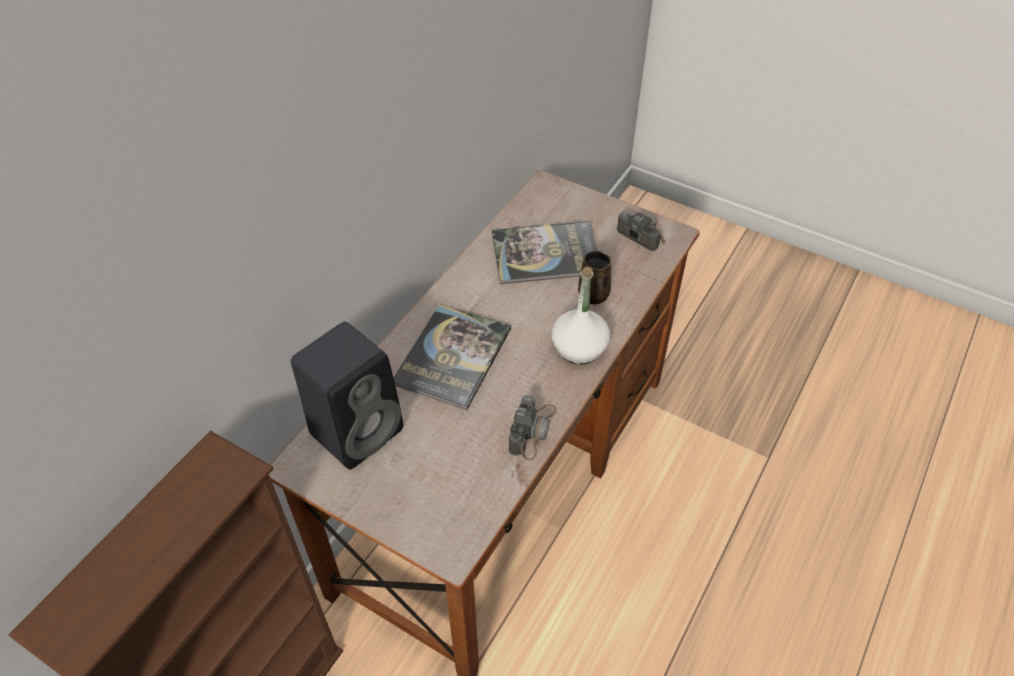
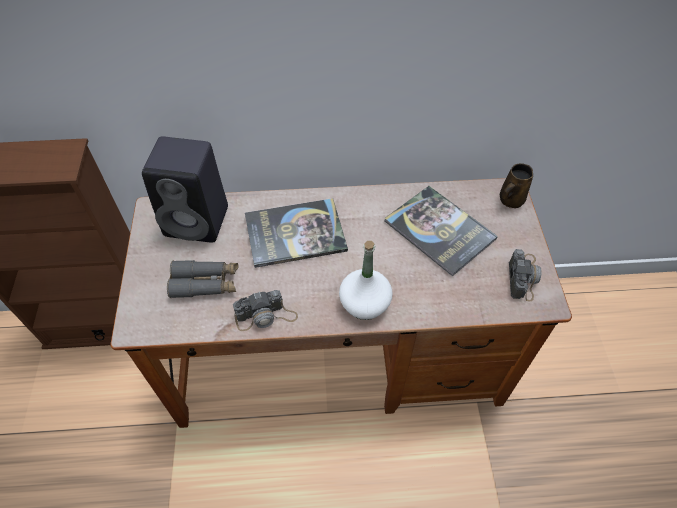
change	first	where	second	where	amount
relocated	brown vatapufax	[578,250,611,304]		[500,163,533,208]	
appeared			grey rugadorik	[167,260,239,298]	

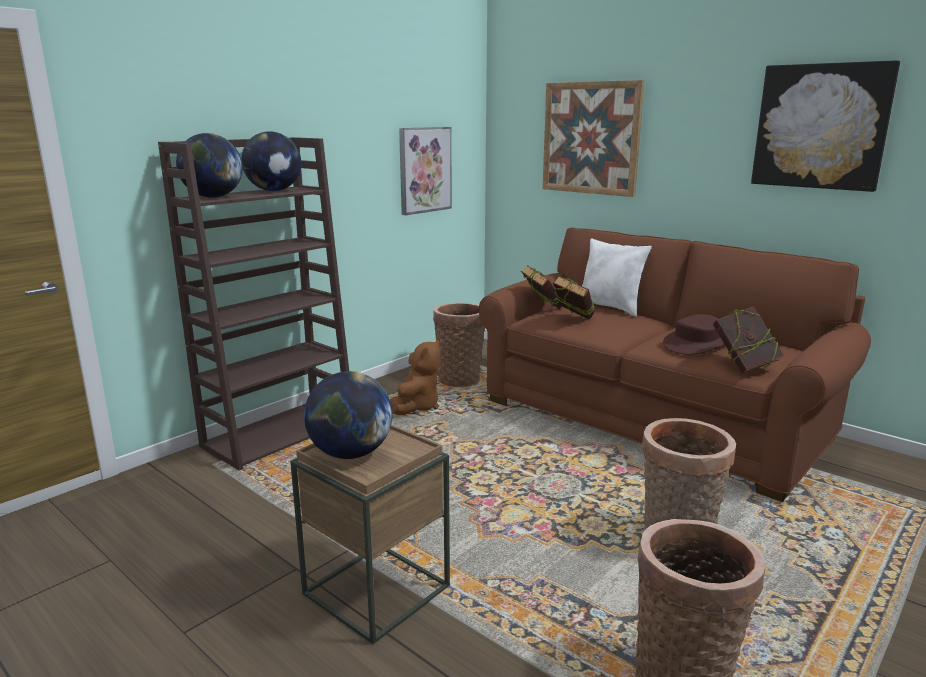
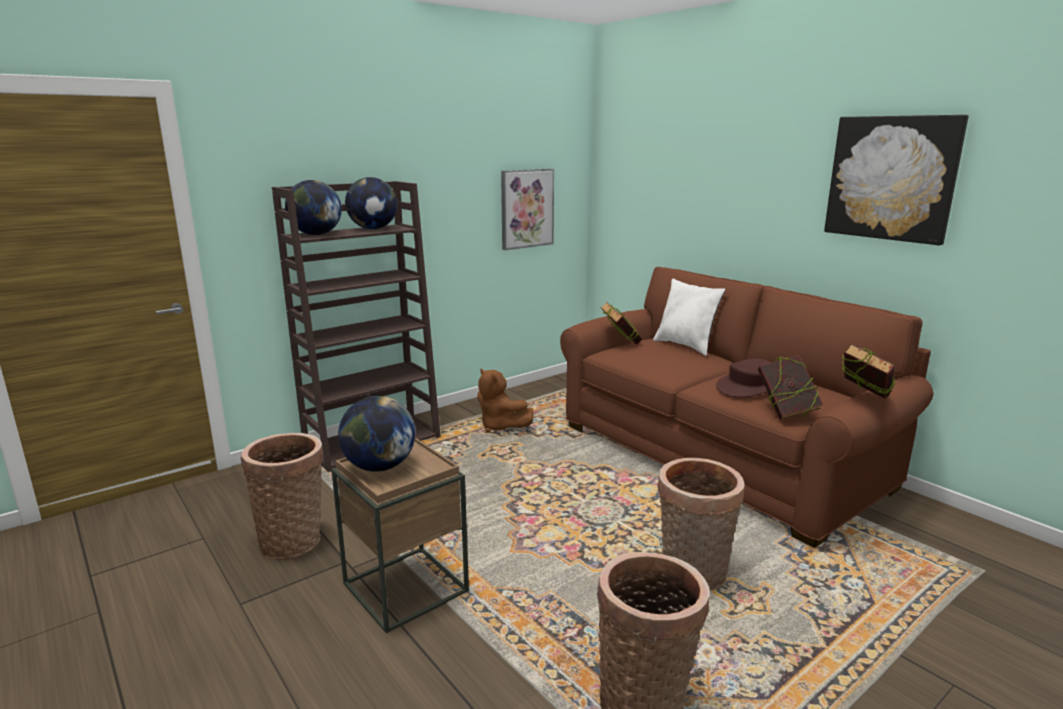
change	first	where	second	where	amount
missing	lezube	[543,80,644,197]			
relocated	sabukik	[553,275,594,320]		[842,343,895,399]	
relocated	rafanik	[433,303,485,387]		[241,433,324,560]	
spun	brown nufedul	[390,339,441,415]		[477,368,533,433]	105 degrees clockwise

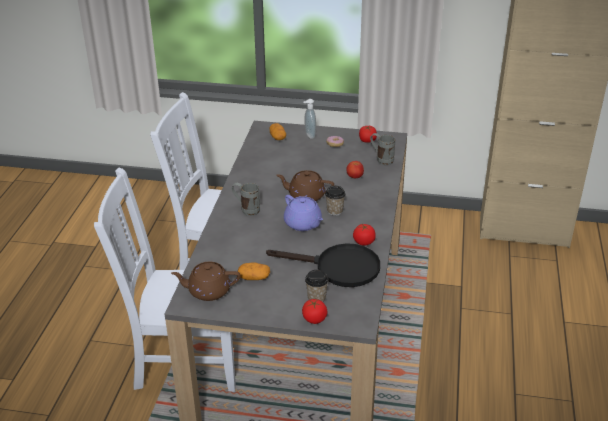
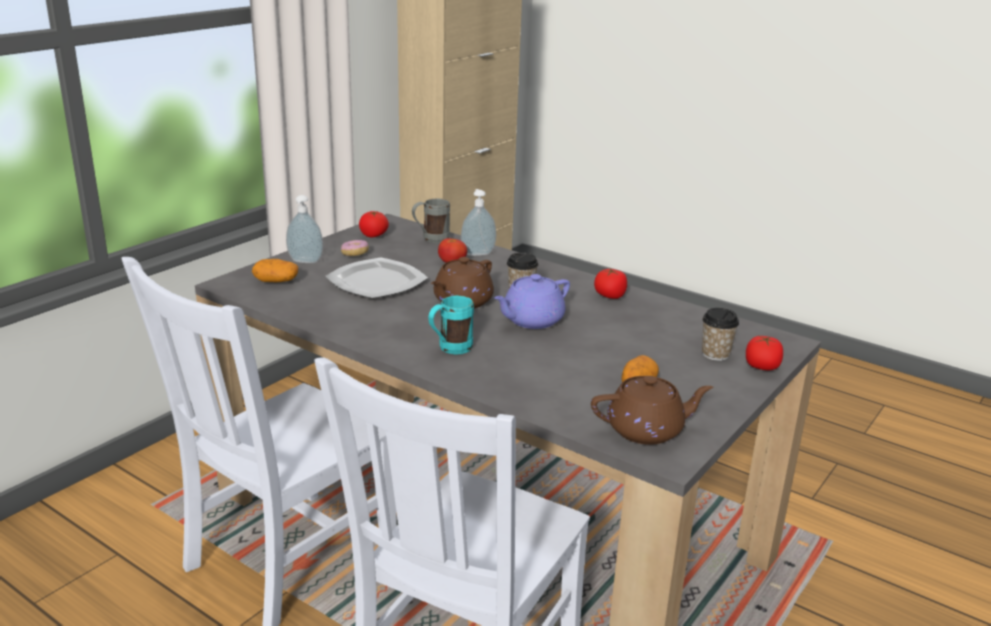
change	first	where	second	where	amount
colour	grey vatapufax	[231,183,260,216]	turquoise vatapufax	[428,296,474,354]	
spun	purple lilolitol	[284,195,323,231]		[494,274,570,329]	150 degrees clockwise
missing	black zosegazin	[266,243,380,287]			
spun	brown lilolitol	[171,262,241,301]		[591,376,713,445]	120 degrees counterclockwise
appeared			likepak	[461,189,496,256]	
appeared			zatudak	[326,257,428,299]	

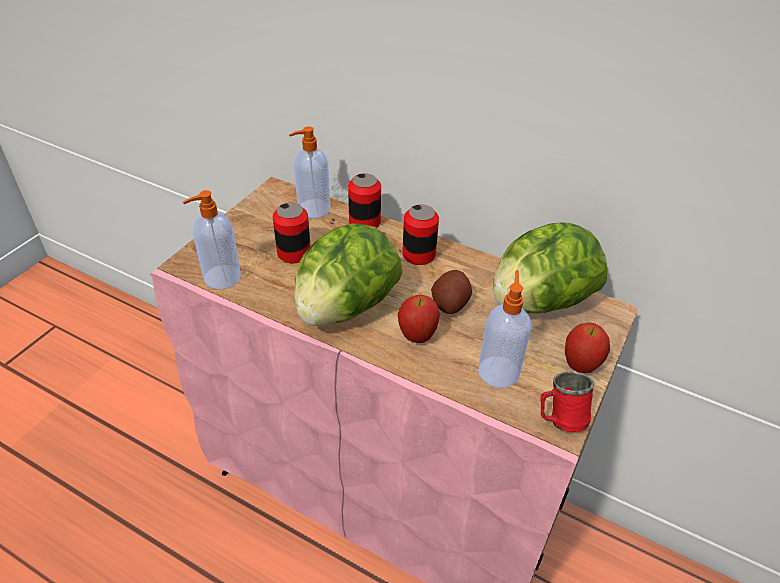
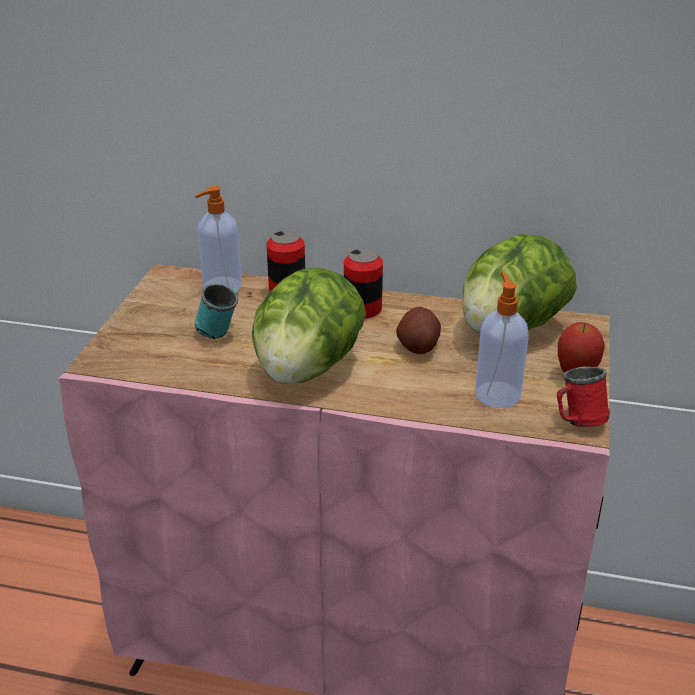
change	first	where	second	where	amount
missing	likepak	[183,190,241,289]			
exchanged	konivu	[273,203,311,264]	turquoise vatapufax	[195,284,238,339]	
missing	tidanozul	[398,295,440,343]			

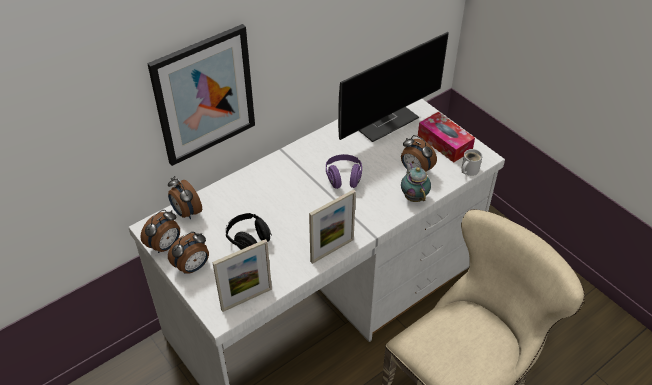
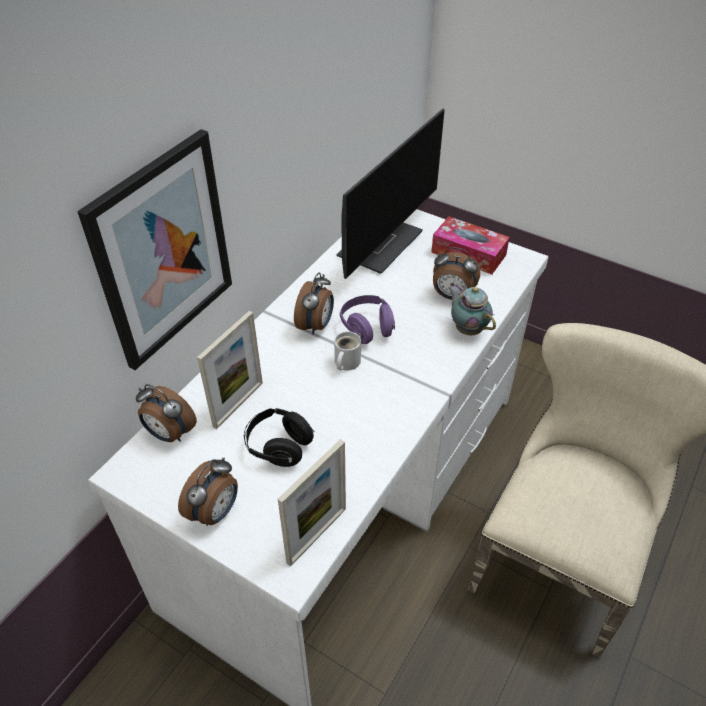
change	first	where	second	where	amount
relocated	white vatapufax	[461,149,482,176]		[334,331,361,371]	
relocated	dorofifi	[309,189,356,264]		[197,311,263,429]	
relocated	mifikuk	[140,210,180,253]		[294,273,334,335]	

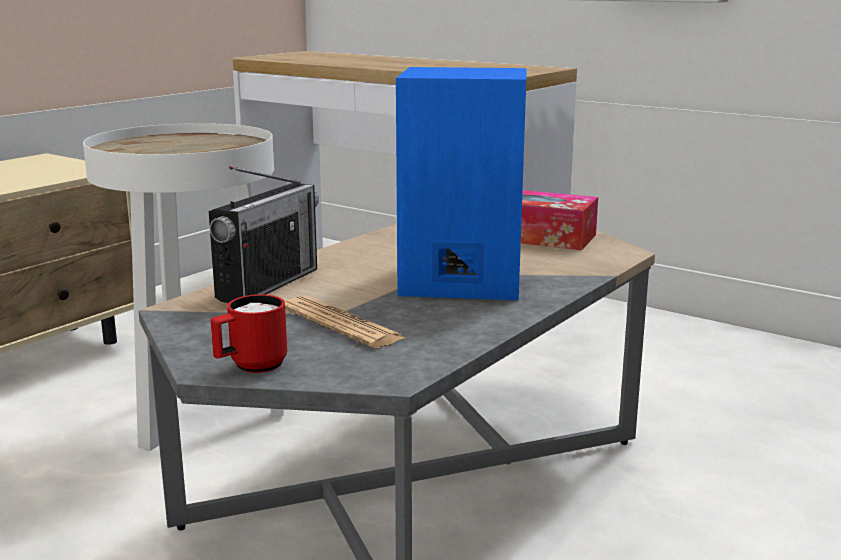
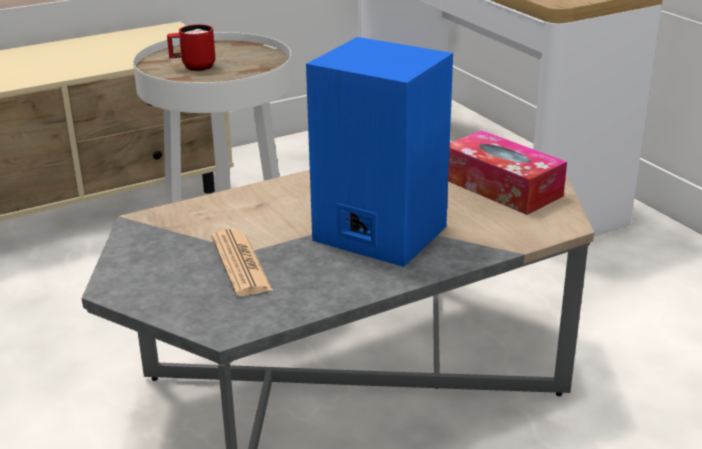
change	first	where	second	where	amount
missing	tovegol	[209,166,319,303]			
relocated	red vatapufax	[211,295,287,373]		[167,24,215,71]	

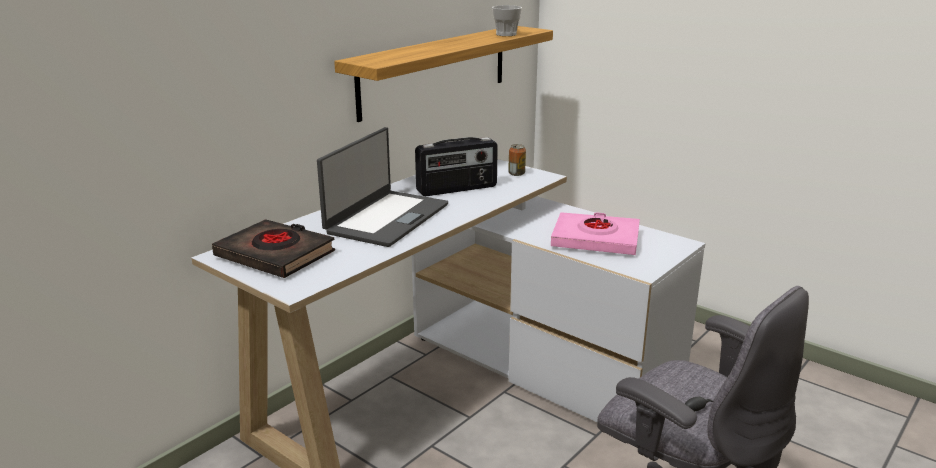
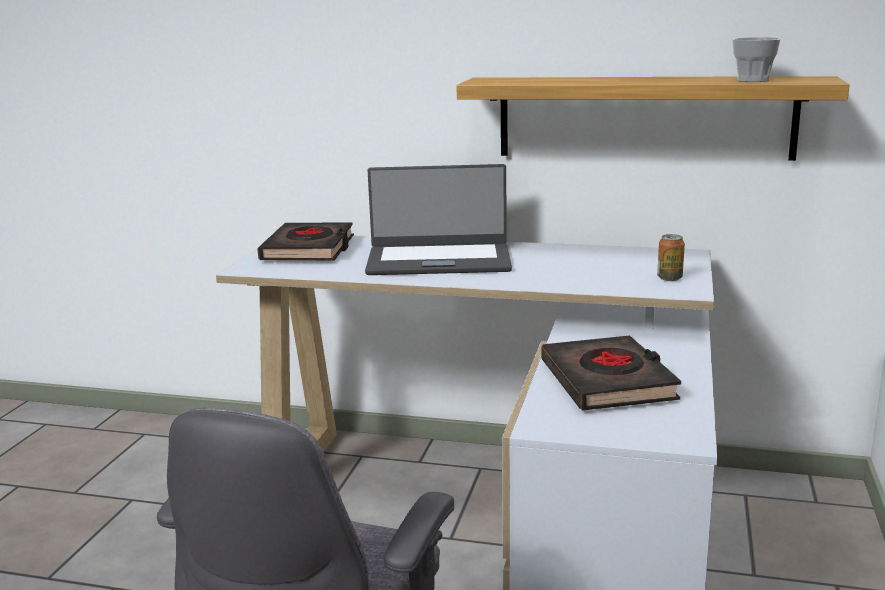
change	first	where	second	where	amount
missing	tovegol	[415,137,498,196]			
colour	pink sabukik	[551,212,640,255]	black sabukik	[541,335,681,411]	

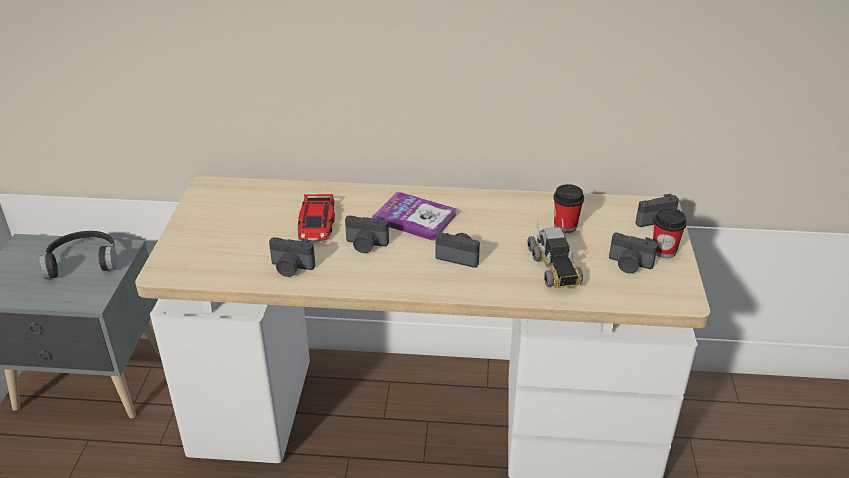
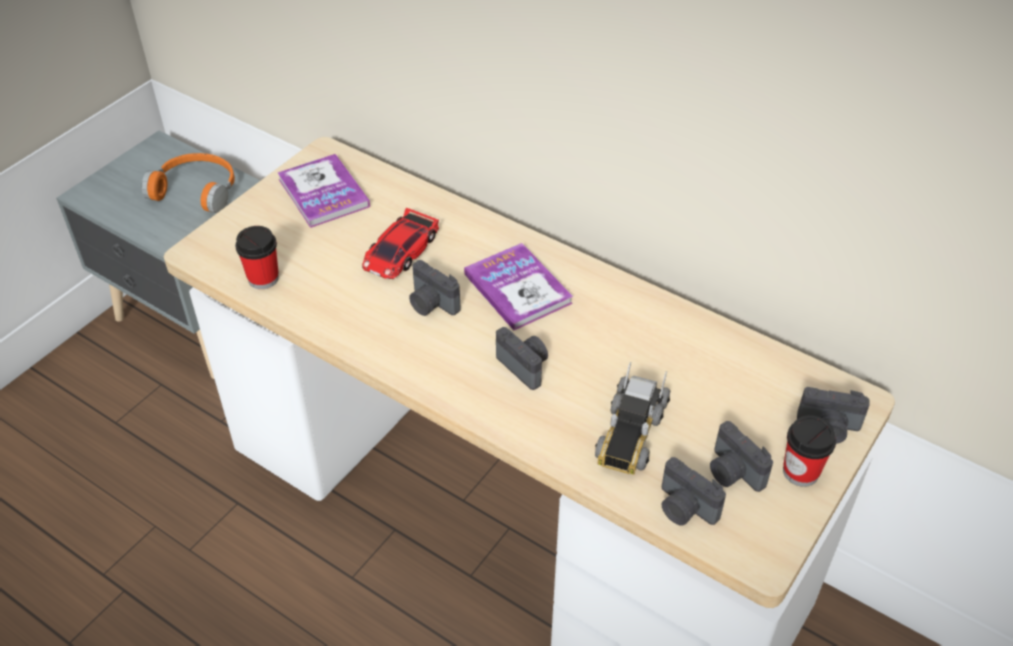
change	first	where	second	where	amount
relocated	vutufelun	[554,184,584,233]		[235,226,279,289]	
colour	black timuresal	[39,231,117,279]	orange timuresal	[142,153,235,213]	
relocated	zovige	[269,237,315,277]		[662,457,726,525]	
appeared			sabukik	[278,154,370,228]	

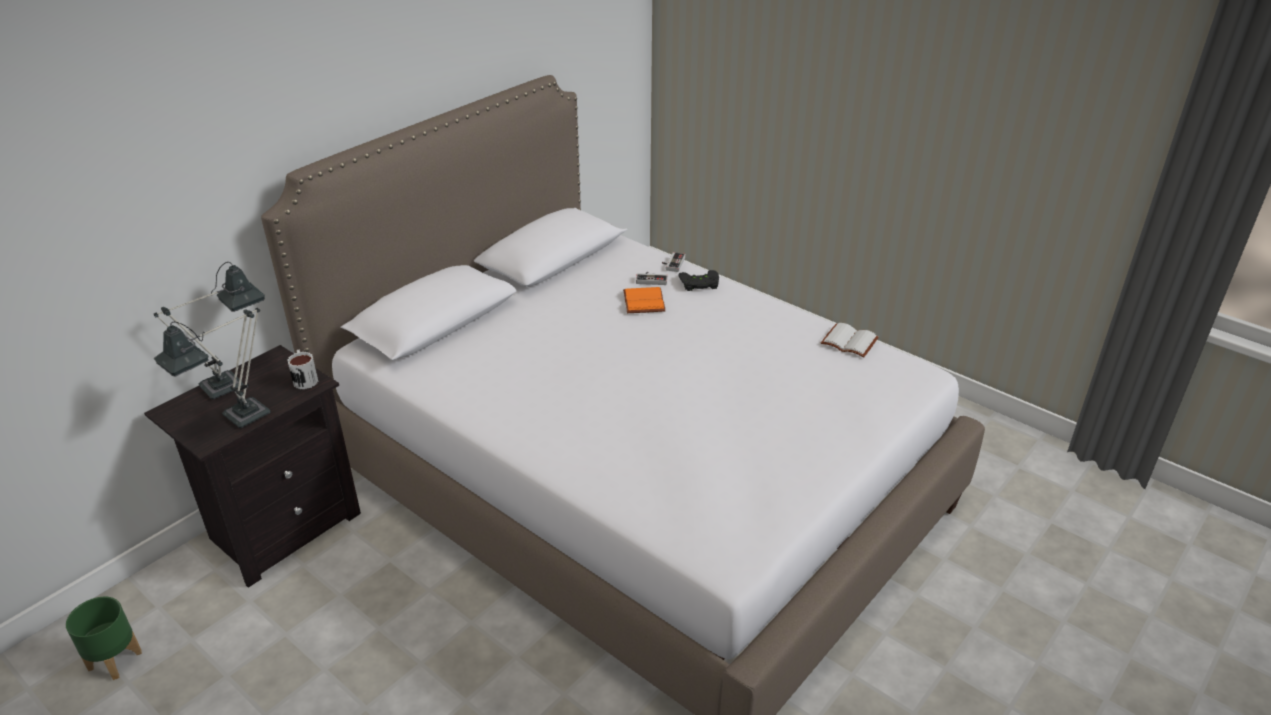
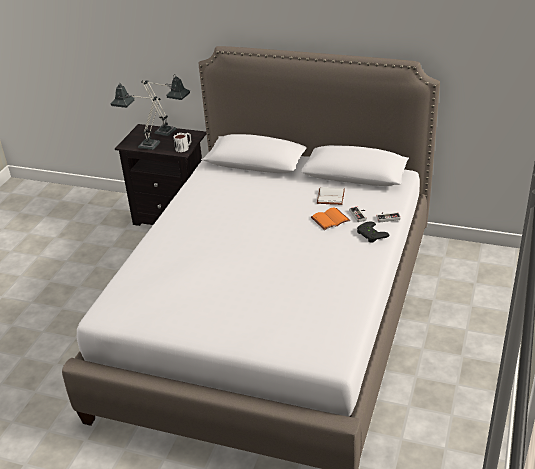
change	first	where	second	where	amount
relocated	white sabukik	[821,323,879,357]		[317,187,345,205]	
missing	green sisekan	[66,597,142,680]			

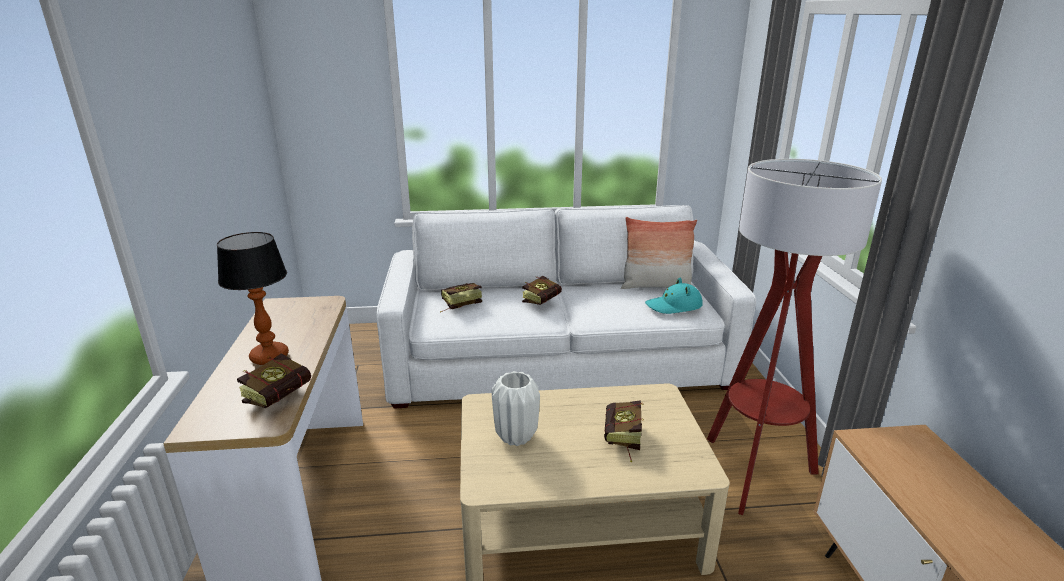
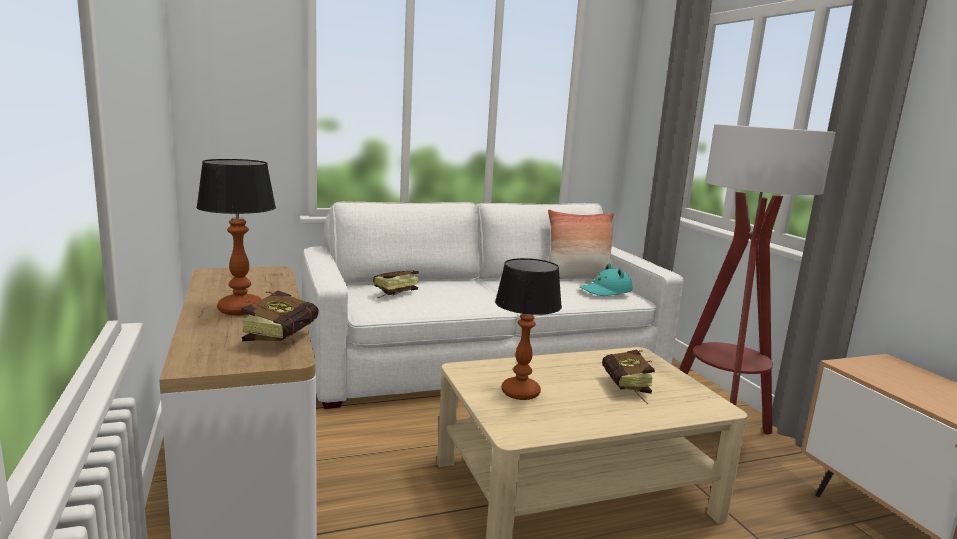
change	first	where	second	where	amount
missing	sabukik	[522,276,562,305]			
exchanged	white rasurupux	[491,371,540,446]	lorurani	[495,258,562,400]	

